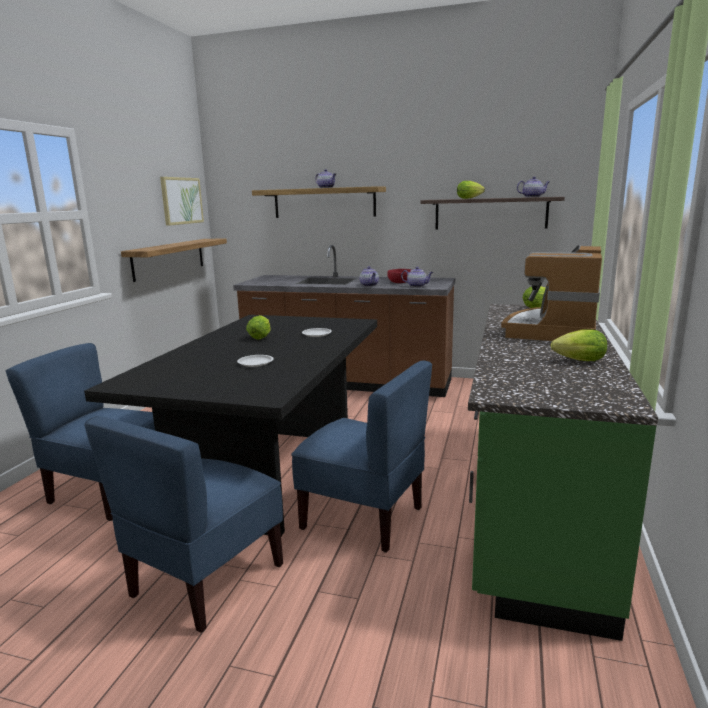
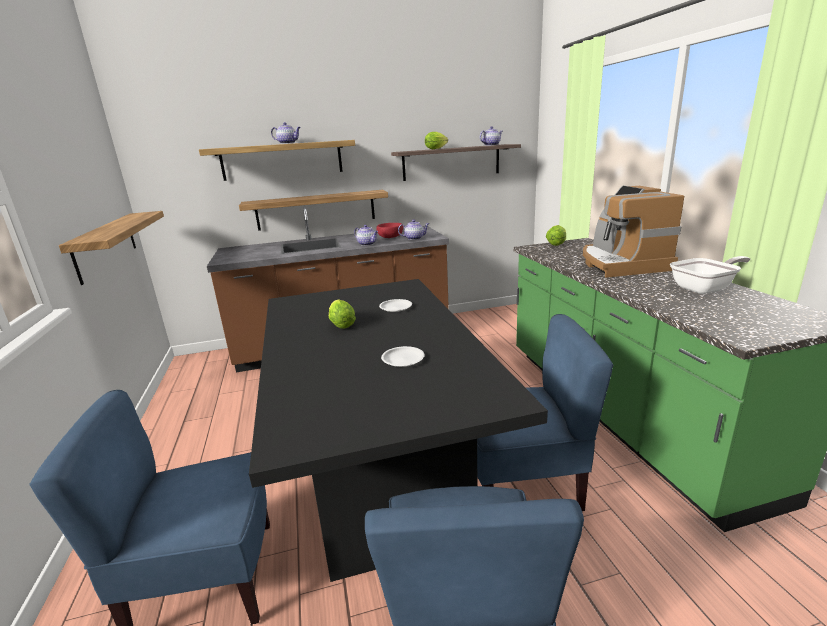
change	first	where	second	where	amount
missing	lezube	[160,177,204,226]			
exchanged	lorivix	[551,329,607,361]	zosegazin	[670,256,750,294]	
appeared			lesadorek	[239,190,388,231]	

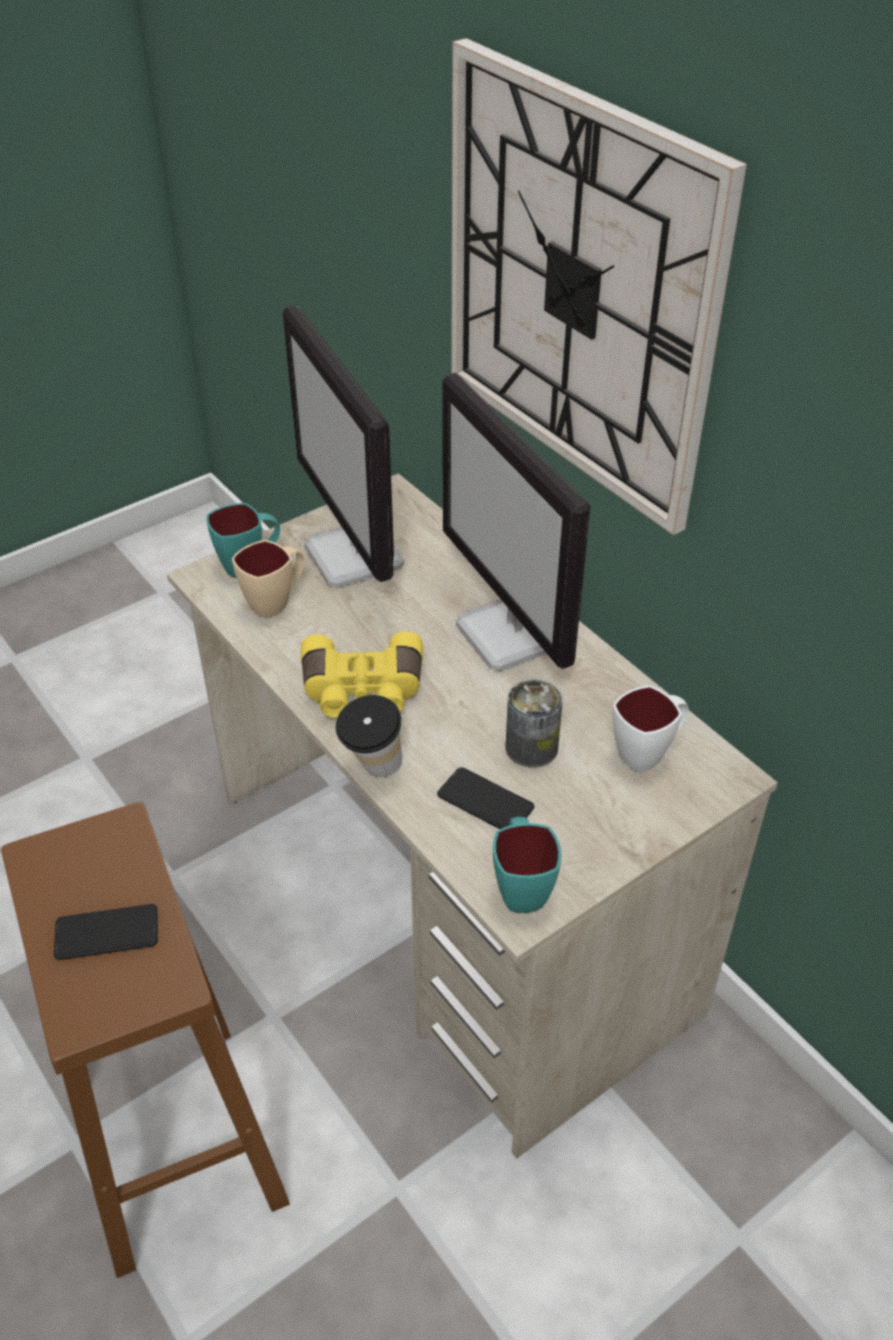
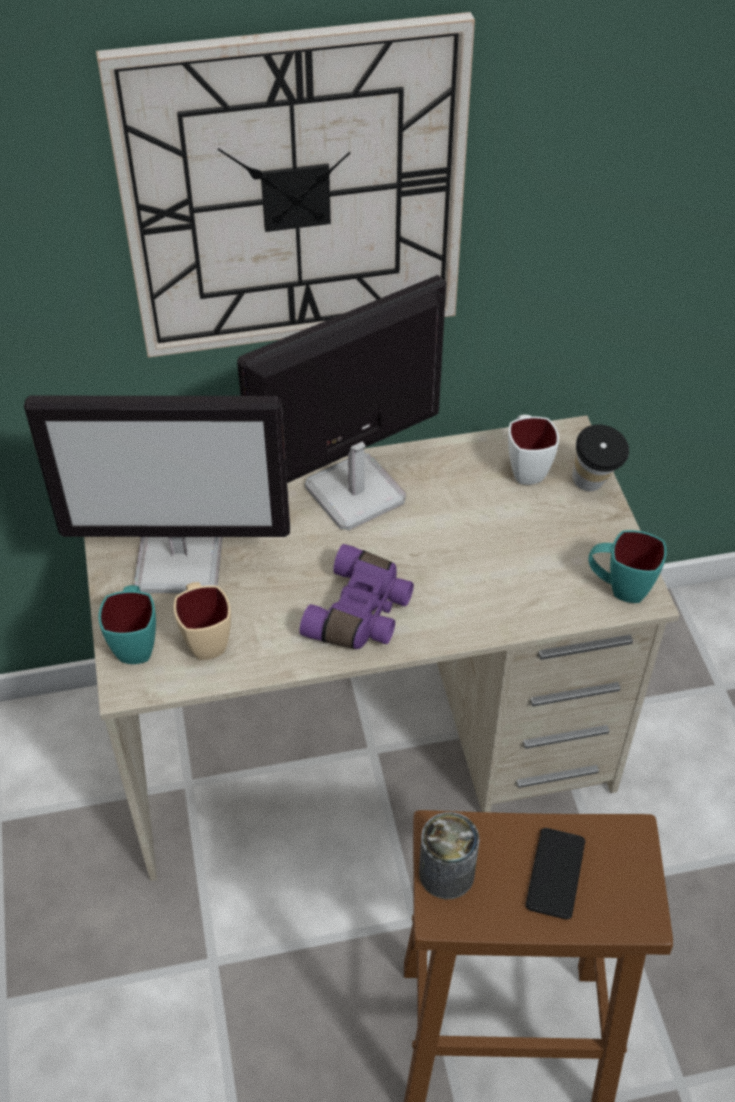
change	first	where	second	where	amount
spun	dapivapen	[442,373,590,671]		[237,275,446,530]	150 degrees clockwise
colour	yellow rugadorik	[300,631,423,718]	purple rugadorik	[300,544,414,649]	
relocated	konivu	[506,679,563,768]		[419,812,480,899]	
relocated	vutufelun	[336,695,402,777]		[572,424,629,491]	
missing	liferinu	[437,767,534,829]			

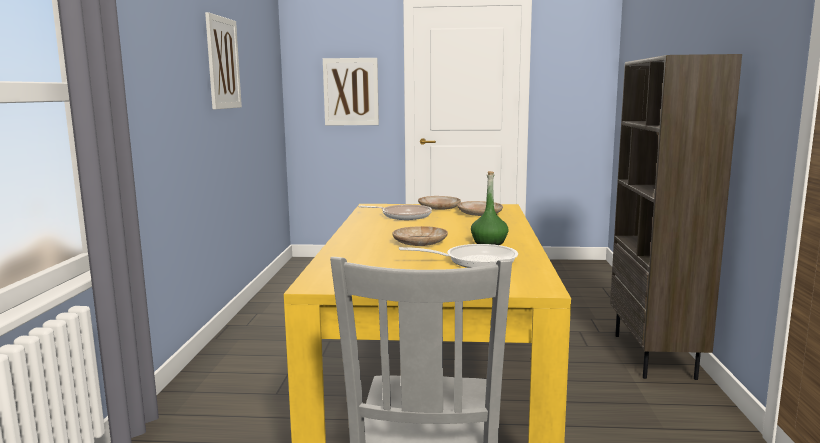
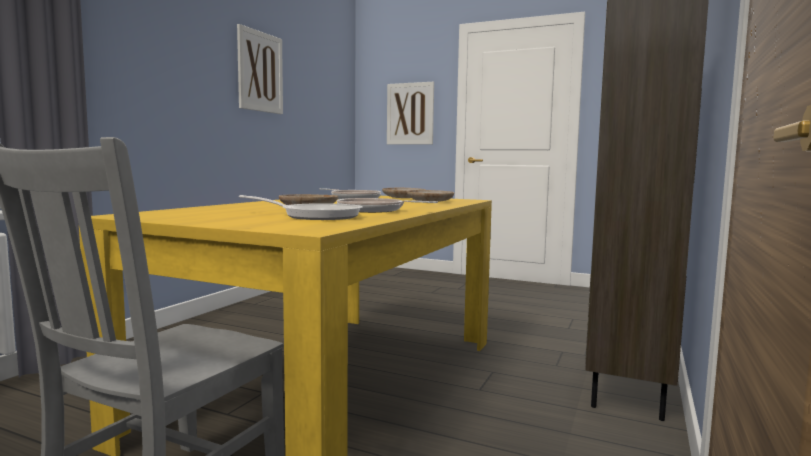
change	first	where	second	where	amount
exchanged	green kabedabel	[471,171,509,245]	zosegazin	[337,198,438,213]	

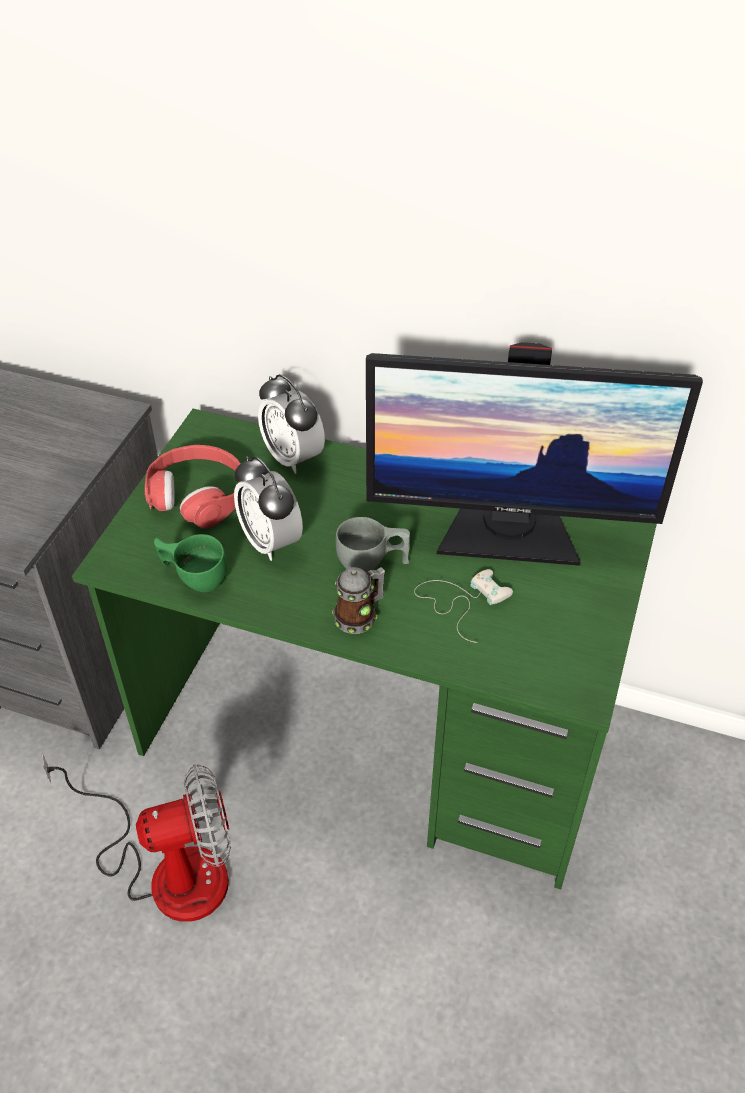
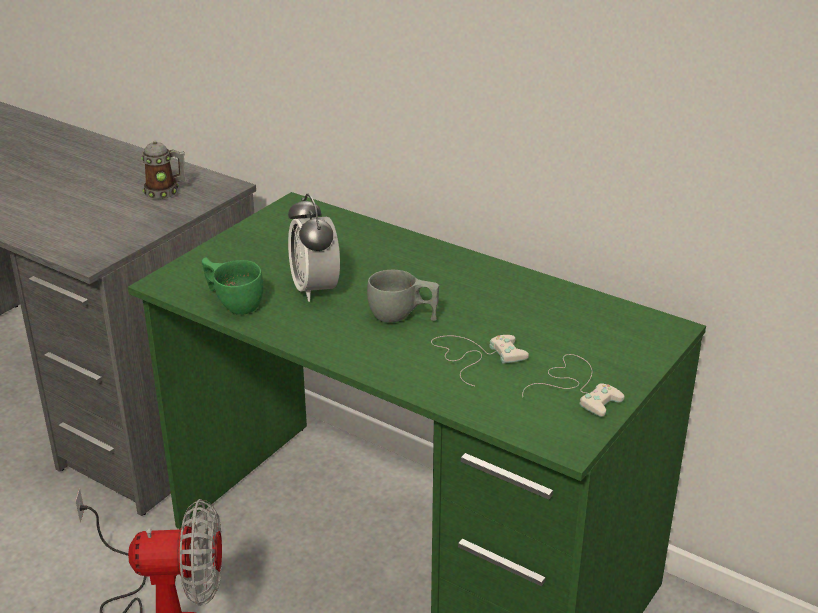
change	first	where	second	where	amount
missing	dapivapen	[366,342,703,566]			
missing	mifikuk	[258,374,325,474]			
missing	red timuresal	[144,445,242,529]			
relocated	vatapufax	[332,567,385,634]		[141,141,186,199]	
appeared			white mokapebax	[522,354,625,417]	

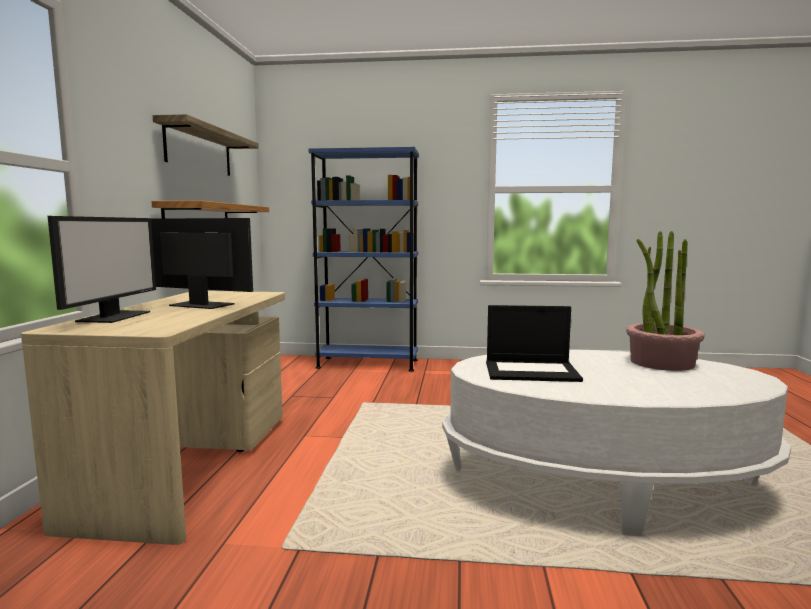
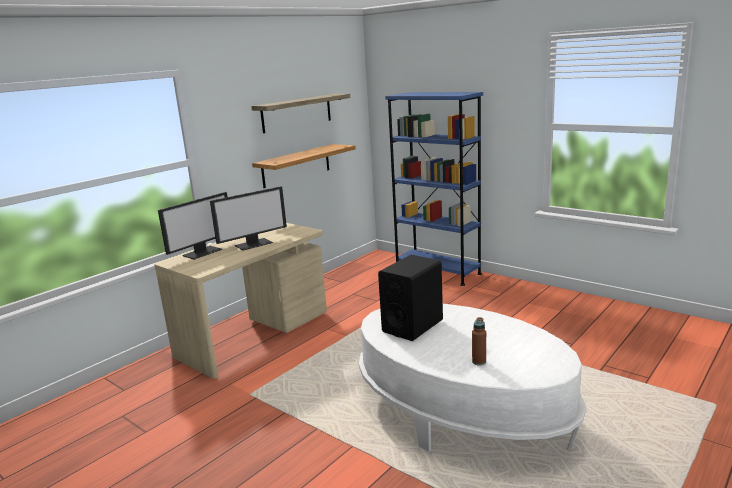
change	first	where	second	where	amount
spun	dapivapen	[151,218,253,309]		[210,186,287,251]	90 degrees clockwise
missing	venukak	[626,231,705,371]			
exchanged	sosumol	[486,305,583,382]	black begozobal	[378,255,443,341]	
appeared			brown kabedabel	[472,317,486,366]	

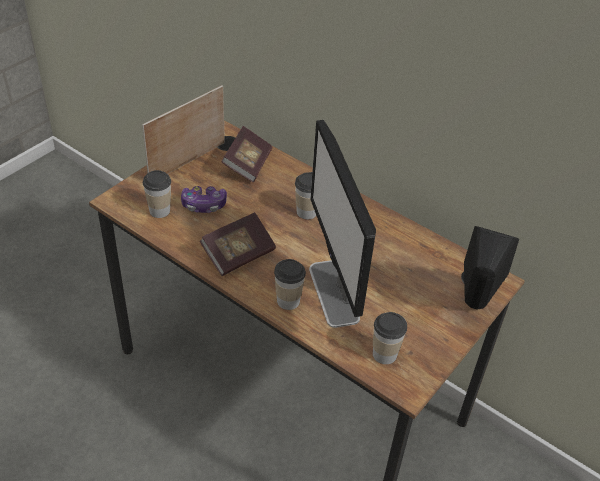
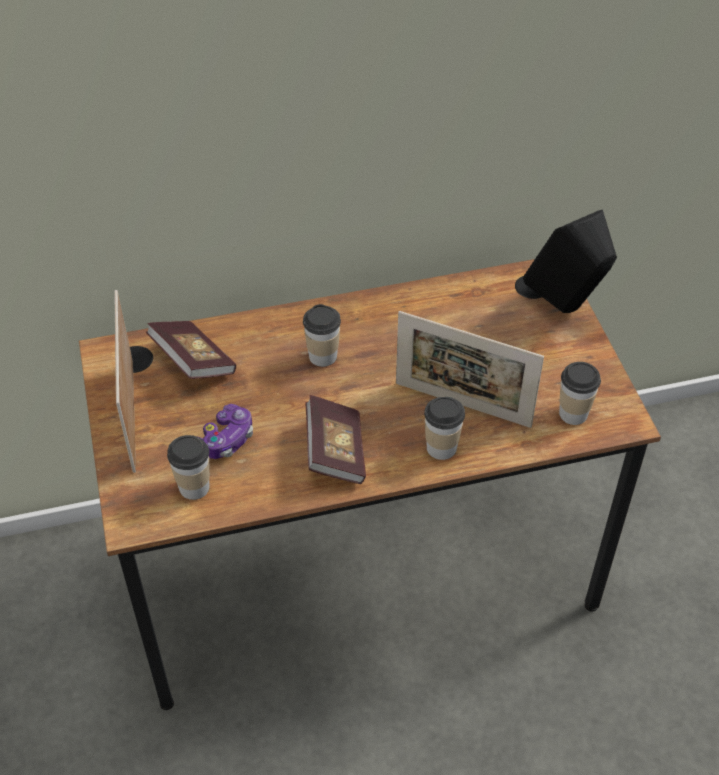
change	first	where	second	where	amount
exchanged	dapivapen	[309,120,376,328]	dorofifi	[396,311,544,428]	

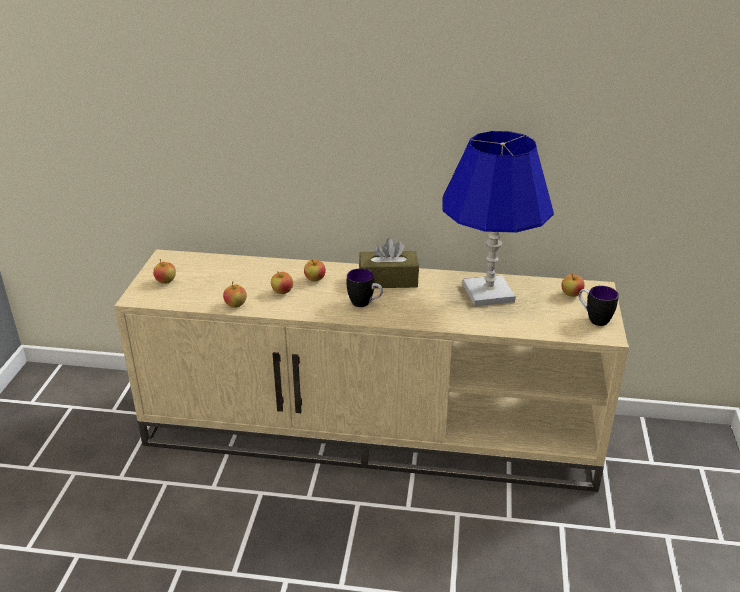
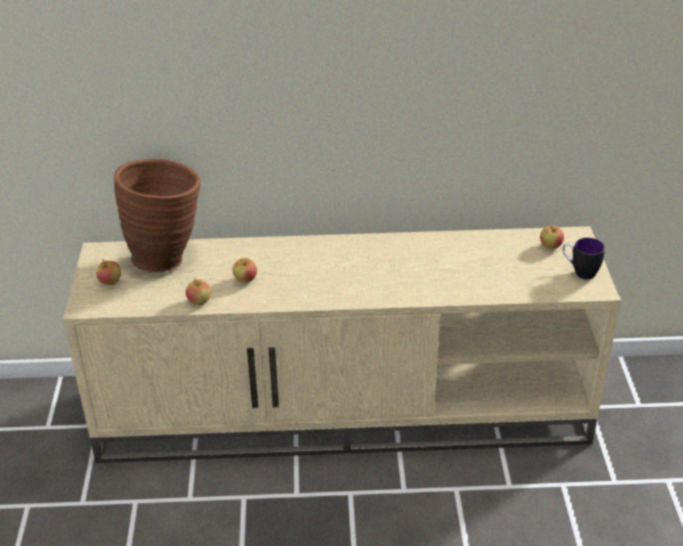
change	first	where	second	where	amount
missing	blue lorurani	[442,131,554,306]			
missing	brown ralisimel	[359,238,419,288]			
missing	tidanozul	[304,260,326,281]			
missing	vatapufax	[347,268,383,307]			
appeared			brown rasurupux	[114,159,201,272]	

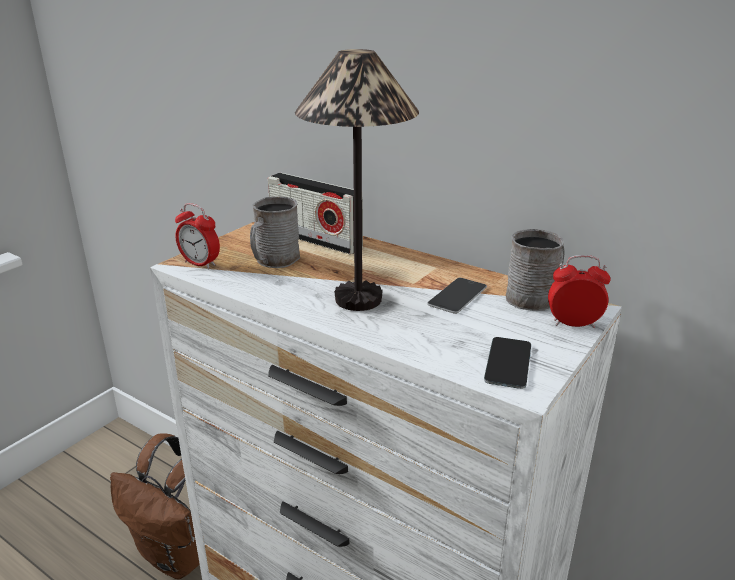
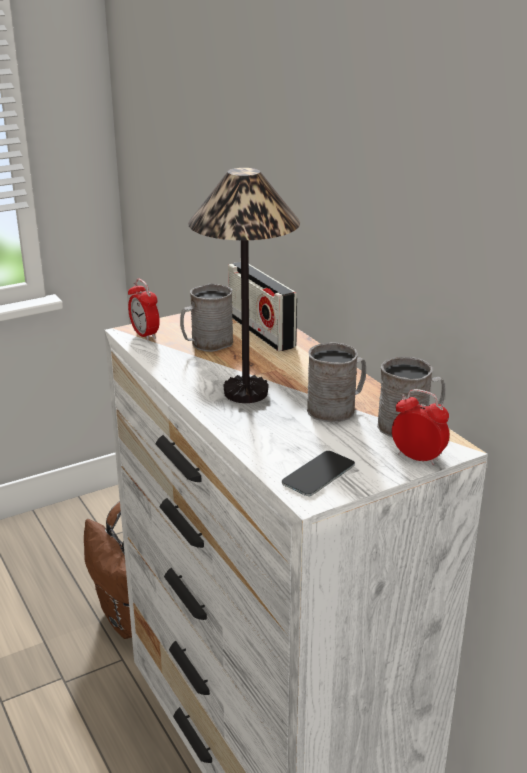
change	first	where	second	where	amount
exchanged	liferinu	[427,278,487,314]	grey vatapufax	[307,342,366,422]	

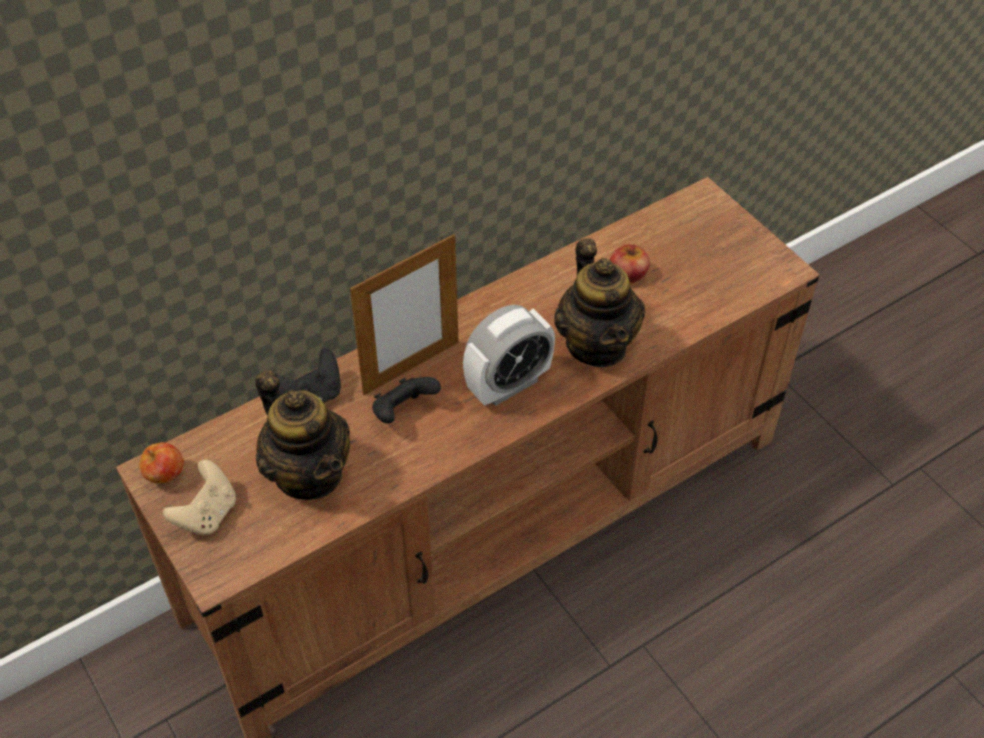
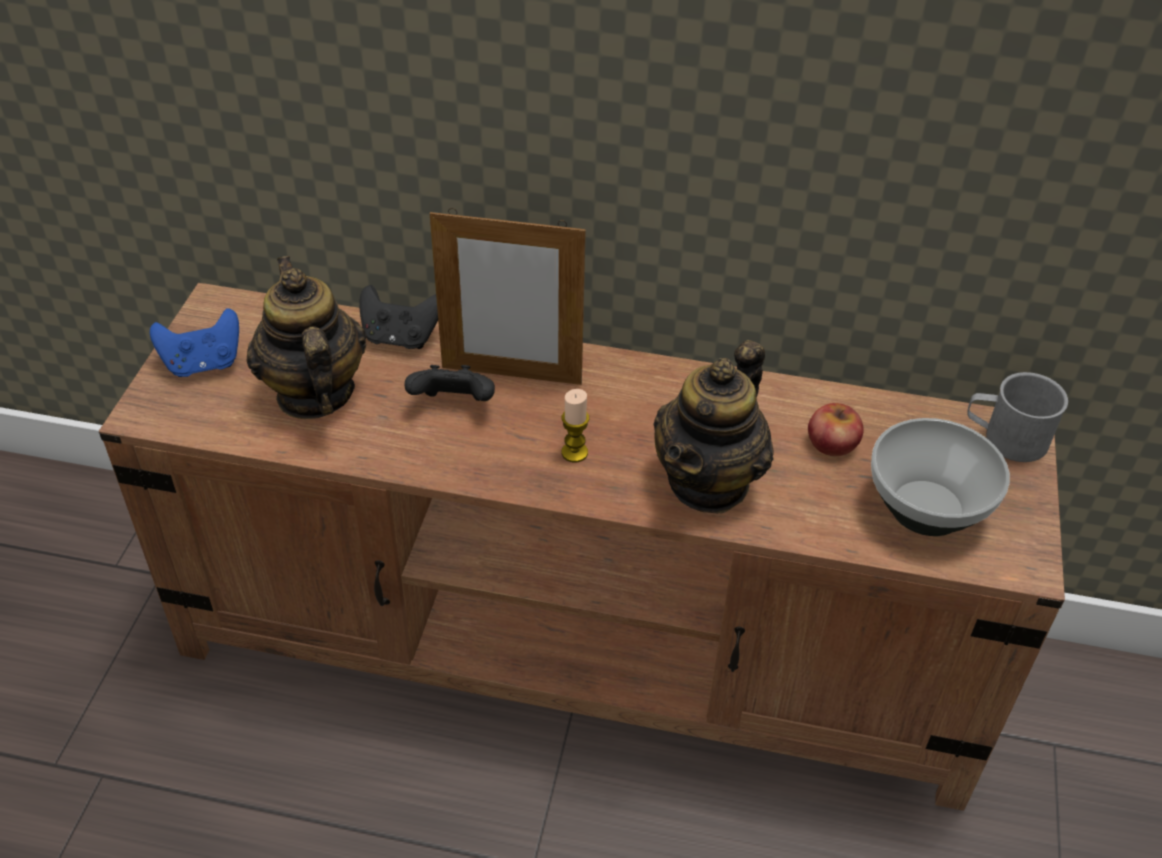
change	first	where	second	where	amount
exchanged	mifikuk	[463,305,555,406]	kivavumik	[562,389,589,462]	
spun	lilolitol	[255,370,350,500]		[247,256,367,419]	150 degrees clockwise
missing	tidanozul	[139,442,184,483]			
colour	beige mokapebax	[163,460,236,536]	blue mokapebax	[150,308,239,377]	
appeared			grey vatapufax	[967,372,1068,462]	
appeared			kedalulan	[871,418,1010,536]	

